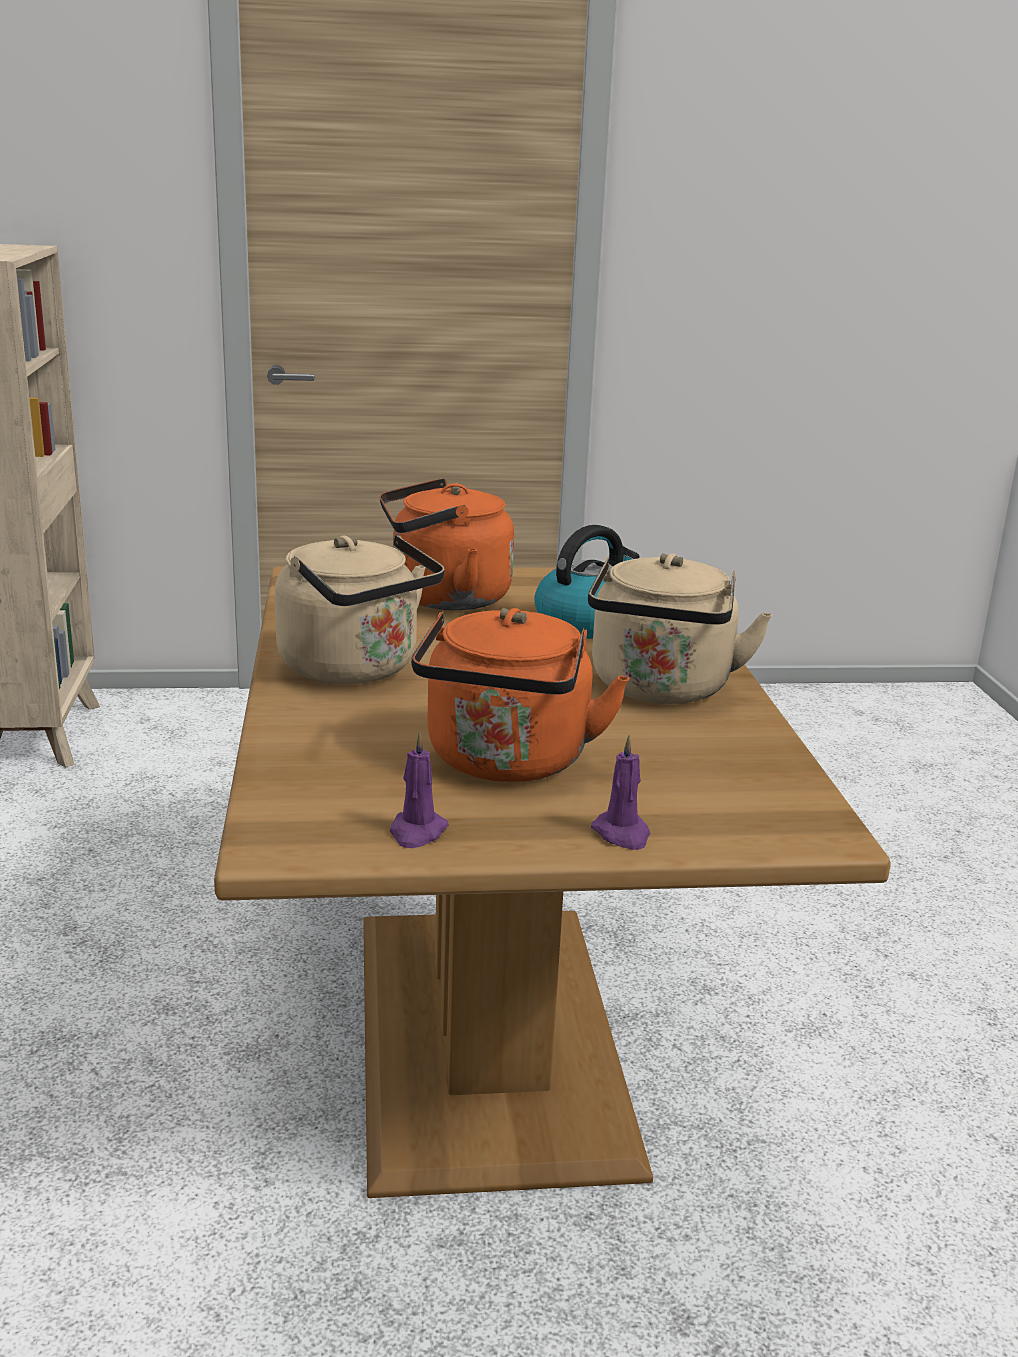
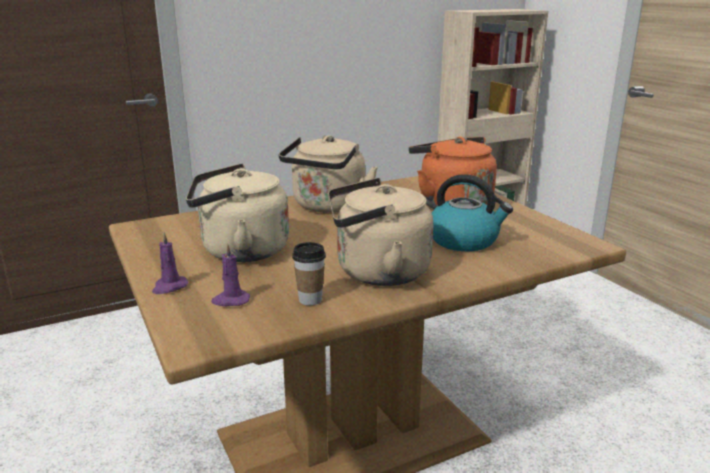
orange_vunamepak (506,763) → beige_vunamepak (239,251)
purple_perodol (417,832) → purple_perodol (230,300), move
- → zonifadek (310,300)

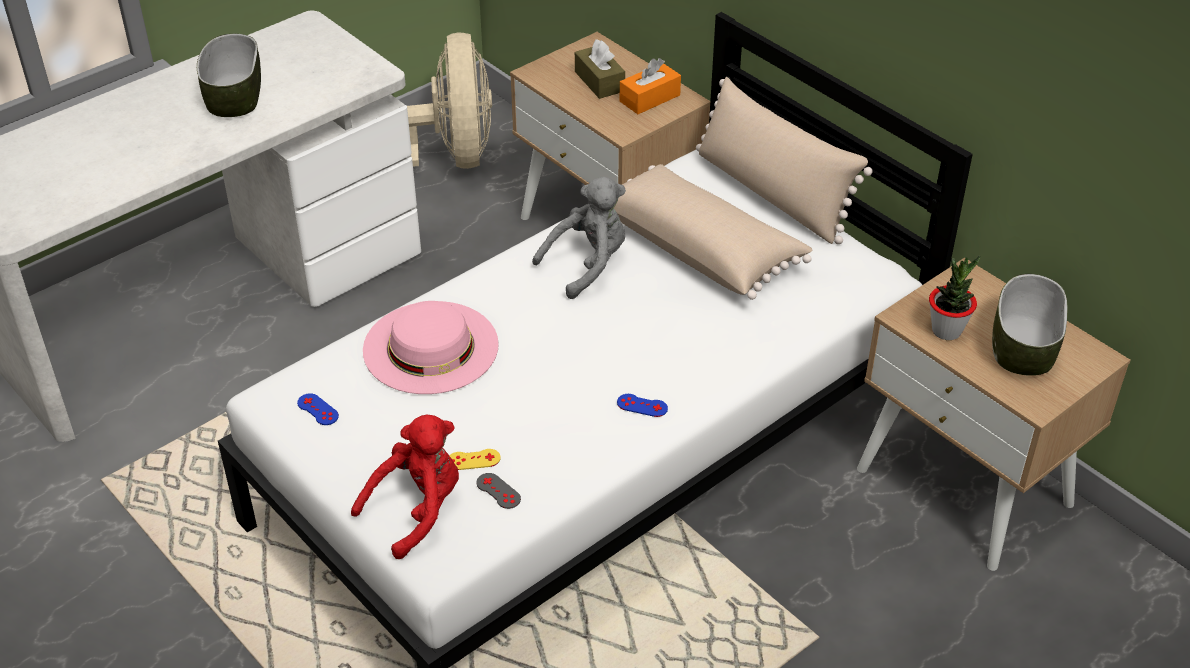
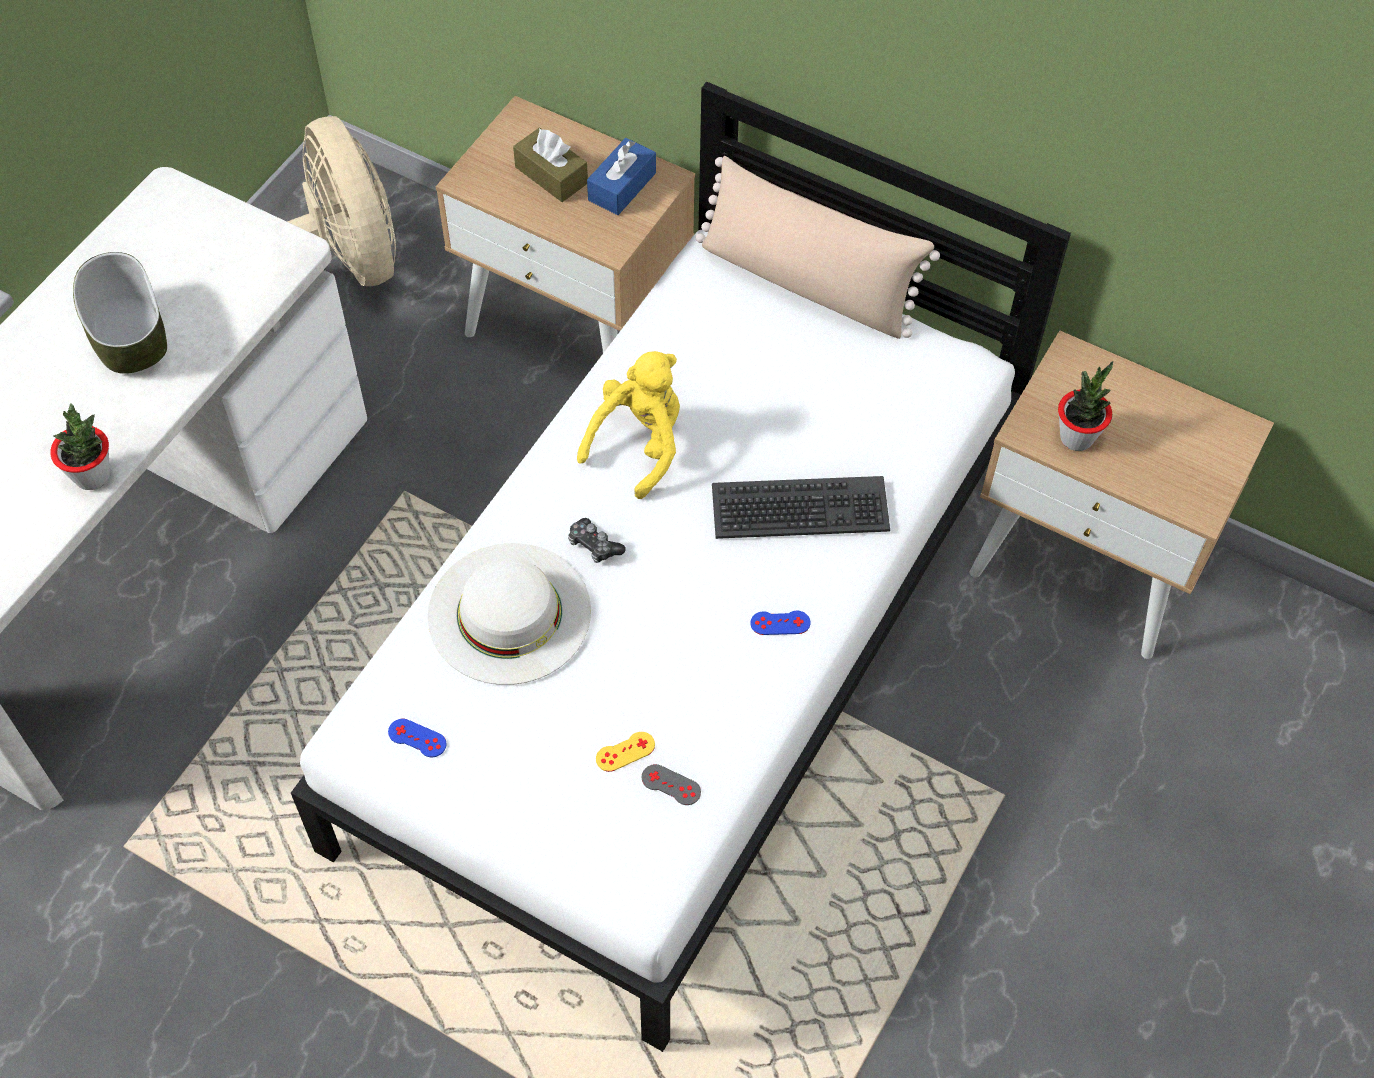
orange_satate (649,98) → blue_satate (622,186)
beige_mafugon (701,248) → -
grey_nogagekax (588,265) → yellow_nogagekax (639,444)
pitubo (1024,348) → -
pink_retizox (431,347) → white_retizox (509,613)
red_nogagekax (417,510) → -
- → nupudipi (92,476)
- → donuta (800,510)
- → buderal (594,545)

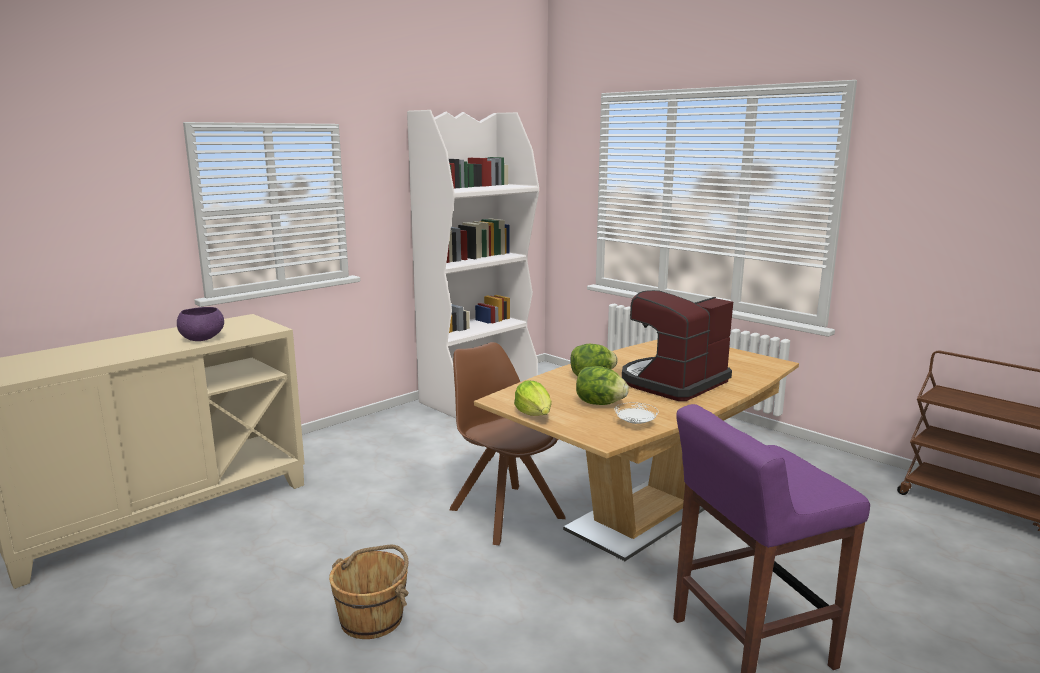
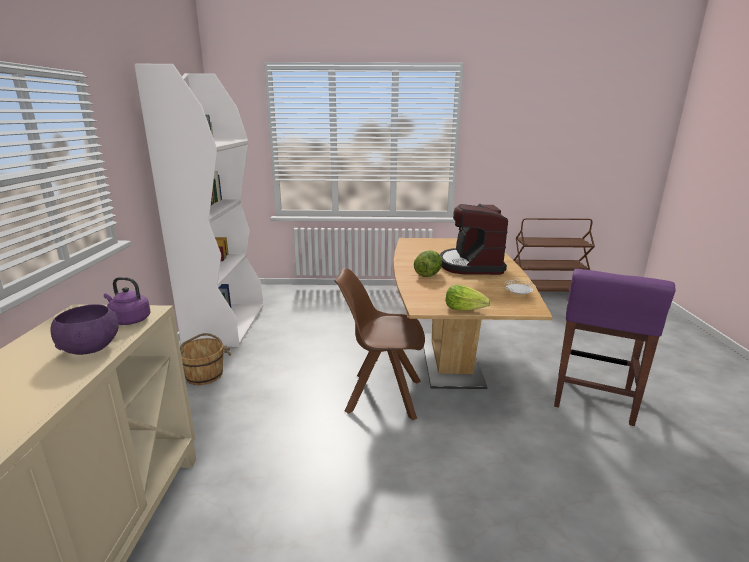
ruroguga (599,403) → -
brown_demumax (373,618) → brown_demumax (204,375), move
- → purple_vunamepak (129,320)

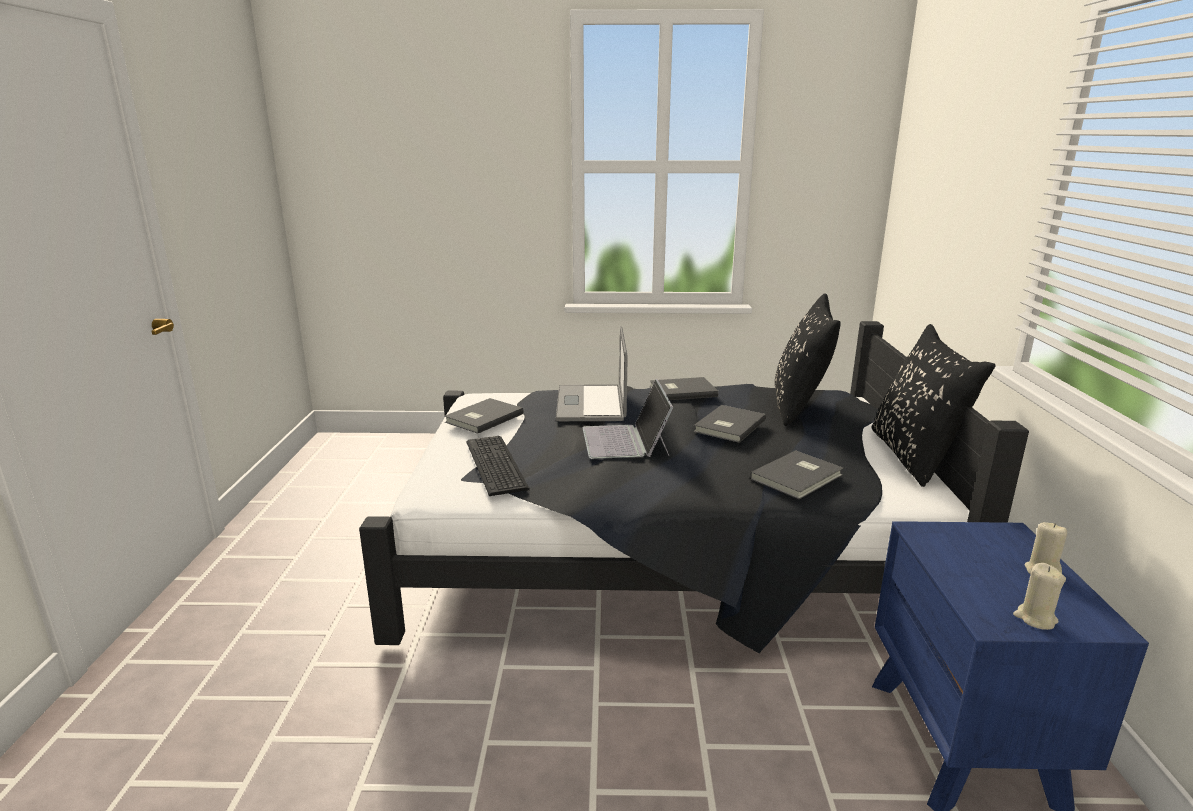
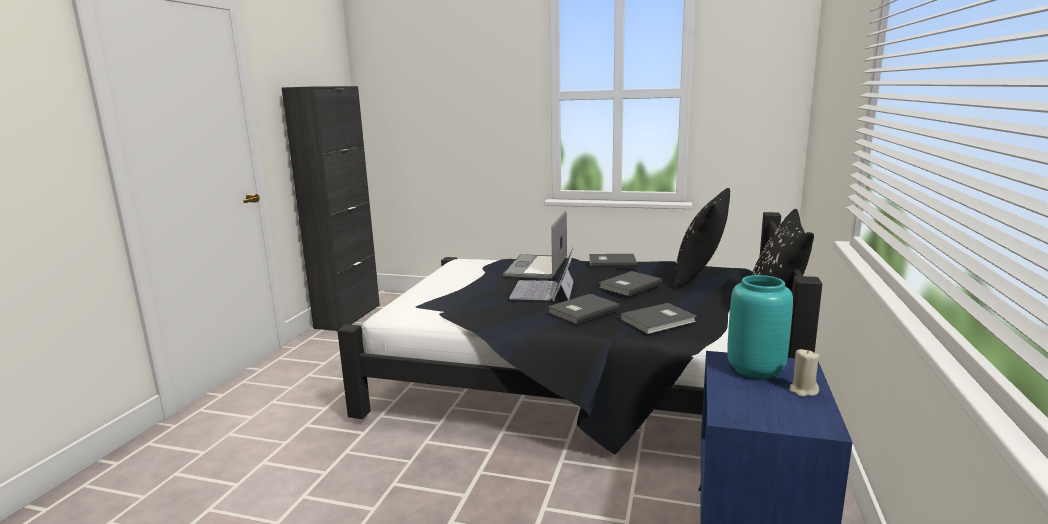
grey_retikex (482,418) → grey_retikex (581,311), move
donuta (493,465) → -
beige_perodol (1035,618) → -
- → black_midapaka (348,316)
- → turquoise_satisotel (756,369)

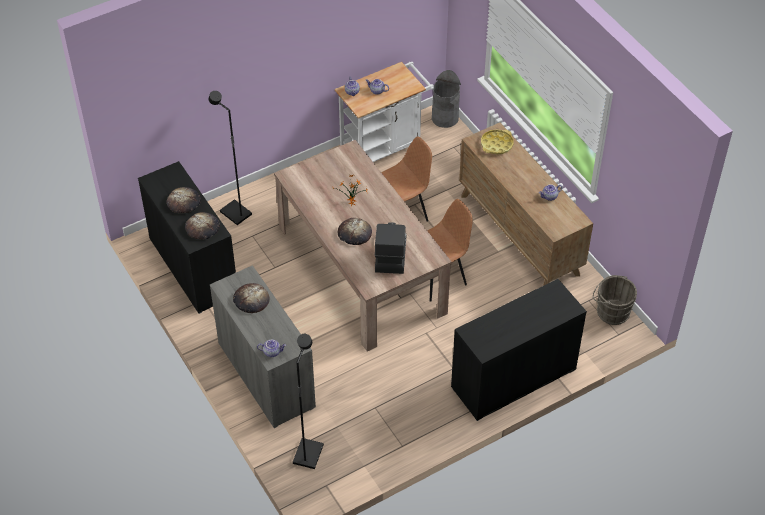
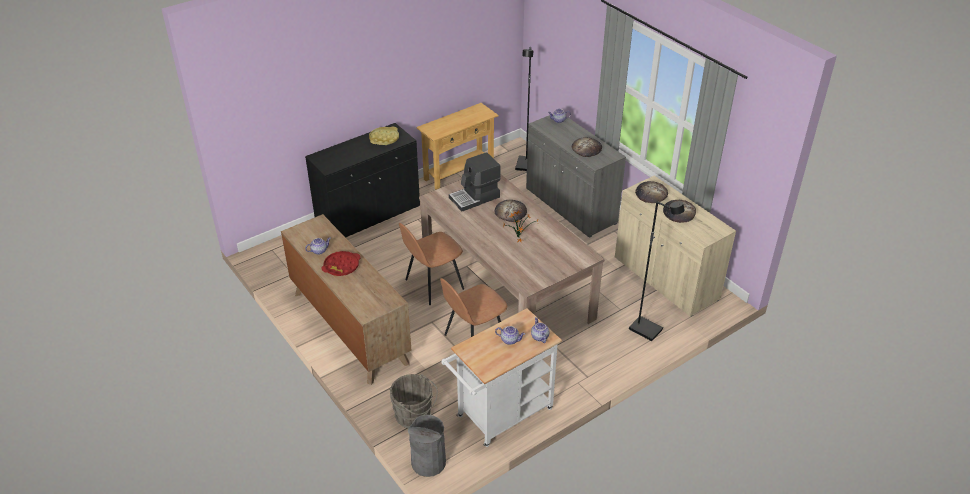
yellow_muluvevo (496,144) → yellow_muluvevo (384,138), move
black_midapaka (193,267) → beige_midapaka (665,279)
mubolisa (390,255) → mubolisa (475,198), 60 degrees clockwise
grey_demumax (611,311) → grey_demumax (415,416), move
- → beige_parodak (459,173)
- → red_muluvevo (341,266)

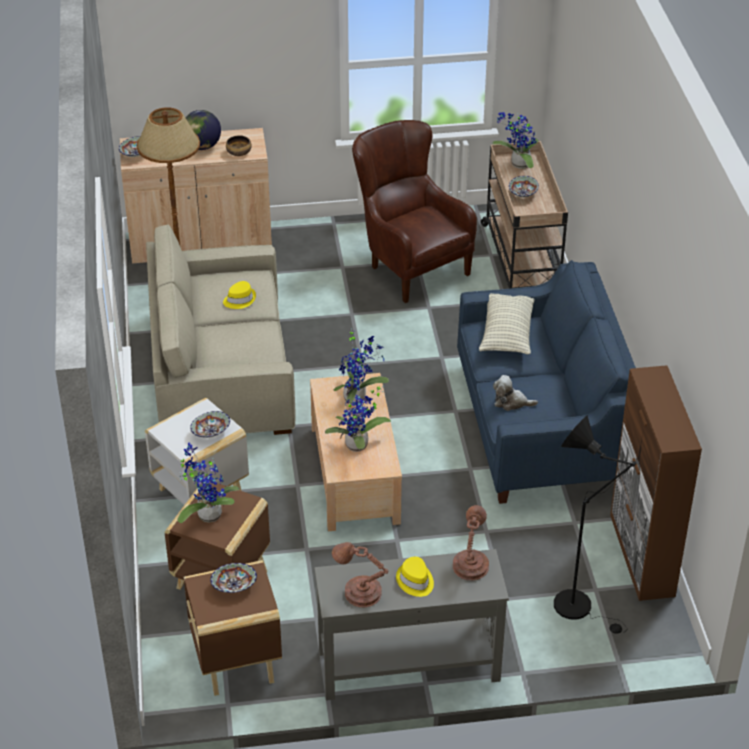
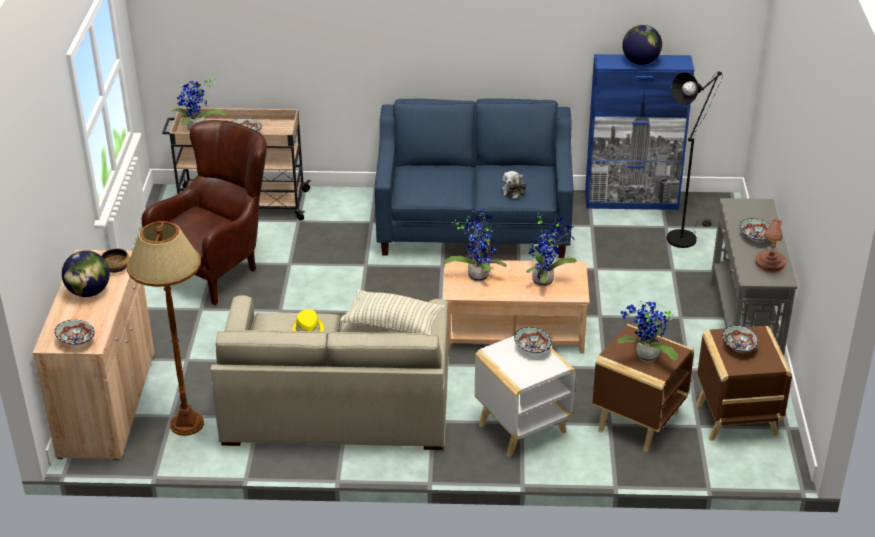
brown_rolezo (409,265) → brown_rolezo (218,267), 150 degrees clockwise
mafugon (506,333) → mafugon (393,324), move
brown_midapaka (641,555) → blue_midapaka (632,201)
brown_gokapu (471,564) → -
yellow_retizox (415,581) → pitubo (756,238)
- → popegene (640,62)

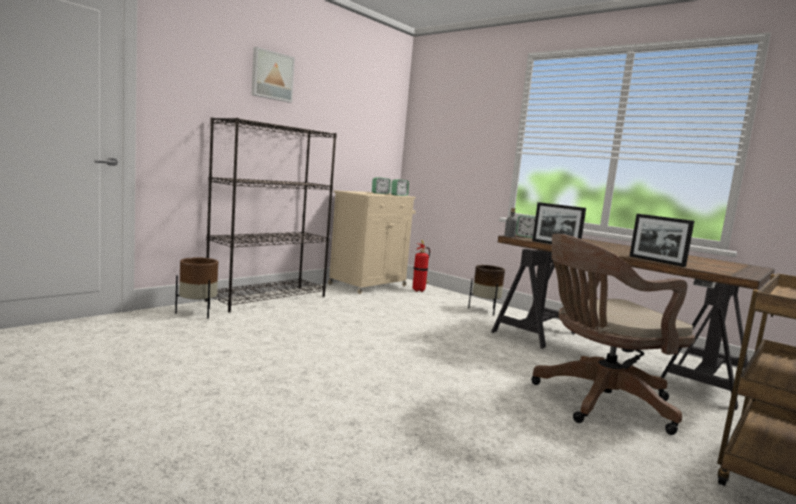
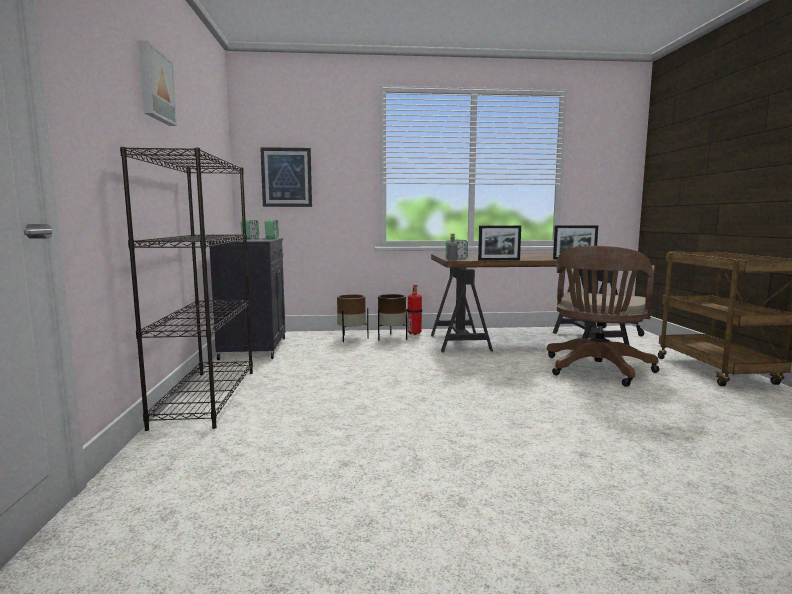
beige_midapaka (369,285) → black_midapaka (254,348)
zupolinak (419,290) → zupolinak (414,333), move
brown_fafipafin (198,313) → brown_fafipafin (351,338), move
- → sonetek (286,177)

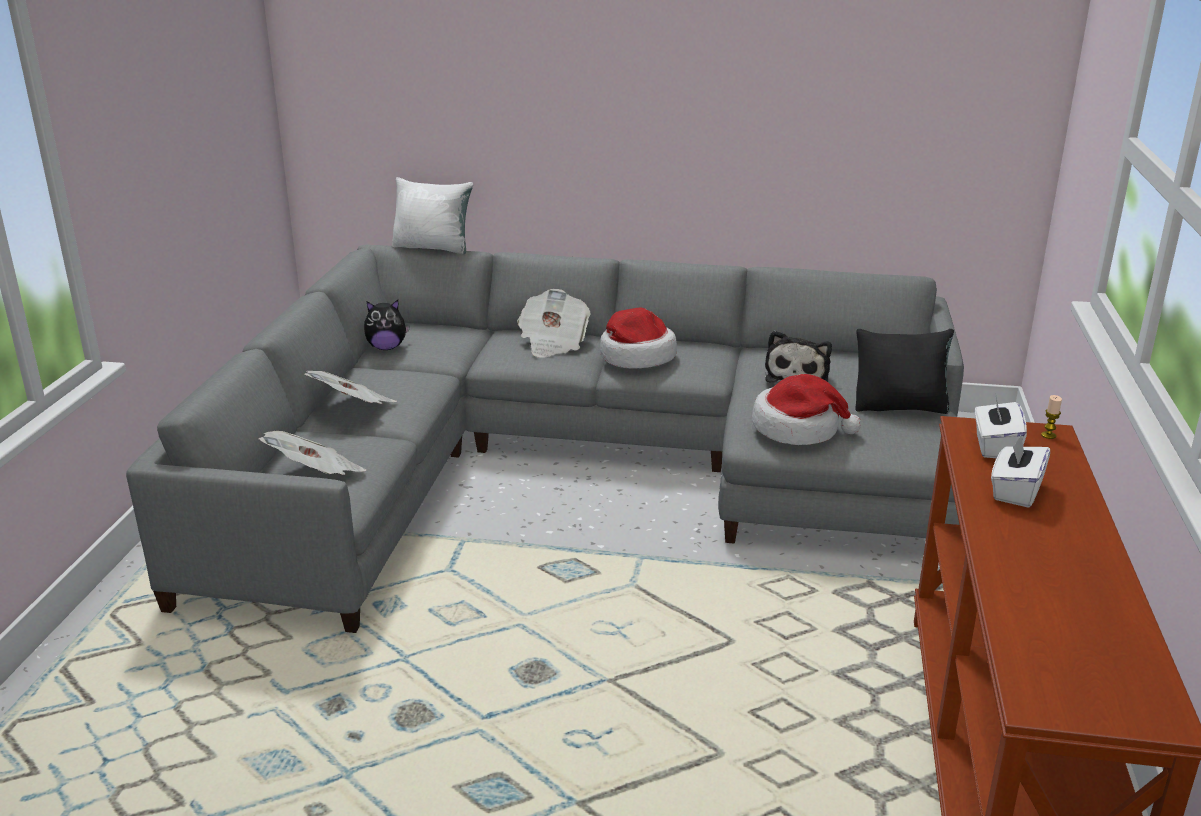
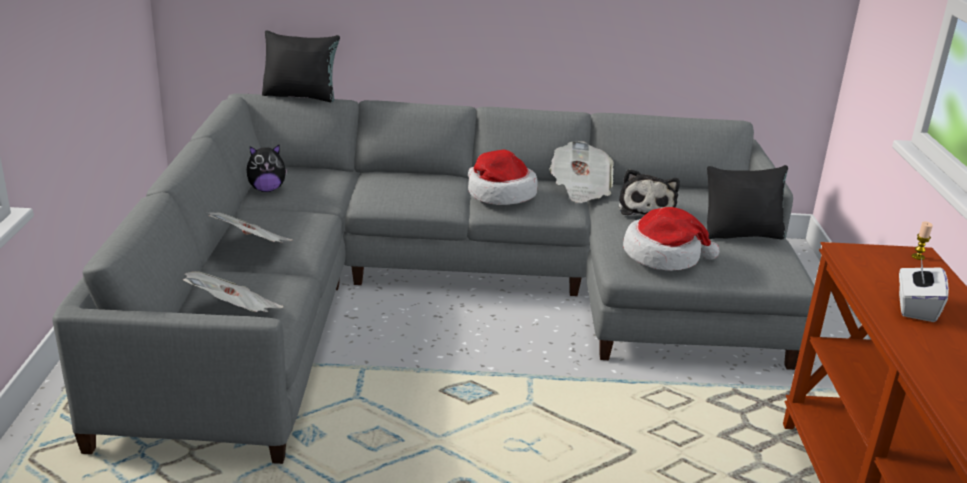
white_mafugon (433,247) → black_mafugon (301,96)
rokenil (553,343) → rokenil (580,189), move
white_satate (995,447) → -

